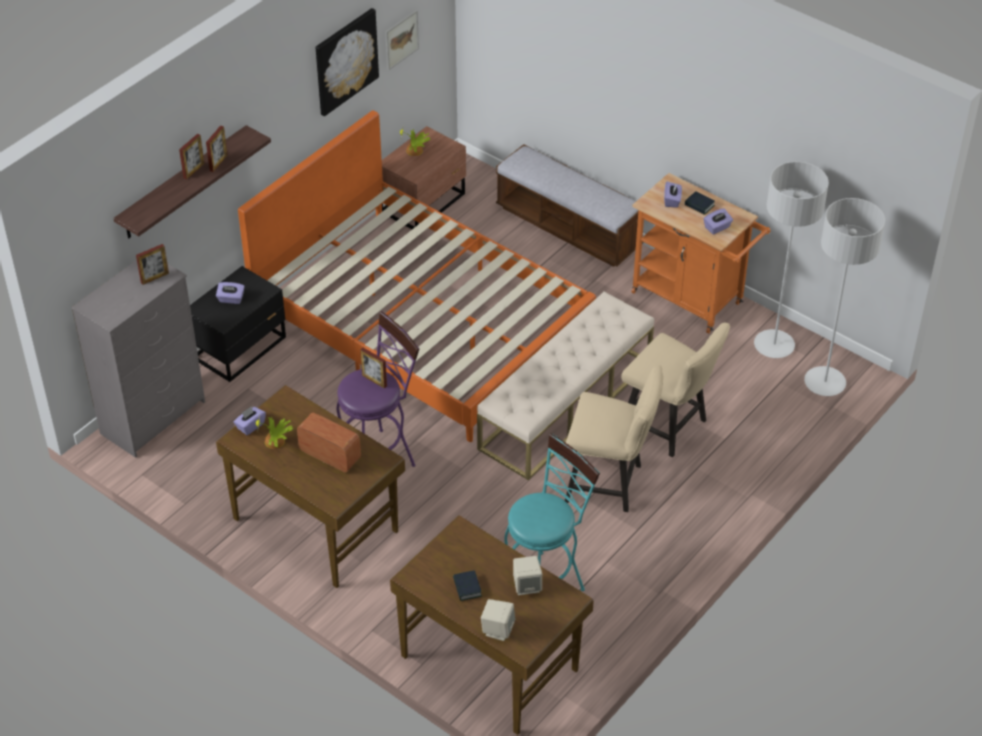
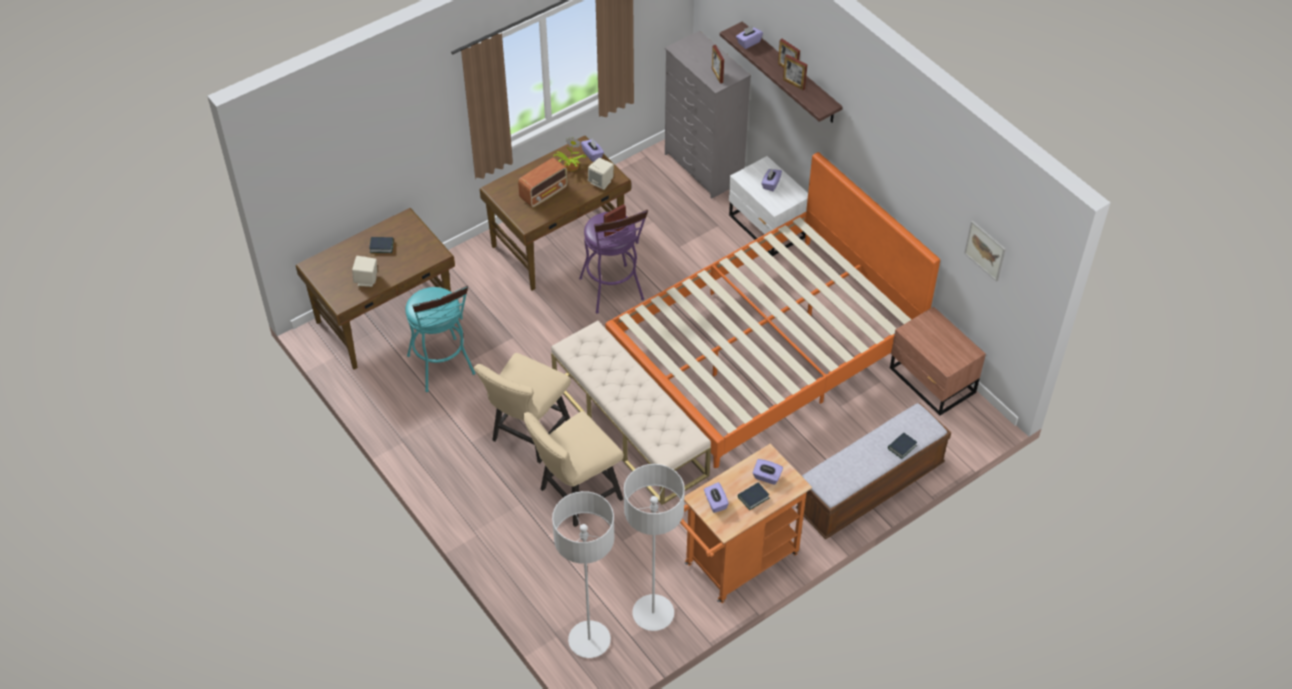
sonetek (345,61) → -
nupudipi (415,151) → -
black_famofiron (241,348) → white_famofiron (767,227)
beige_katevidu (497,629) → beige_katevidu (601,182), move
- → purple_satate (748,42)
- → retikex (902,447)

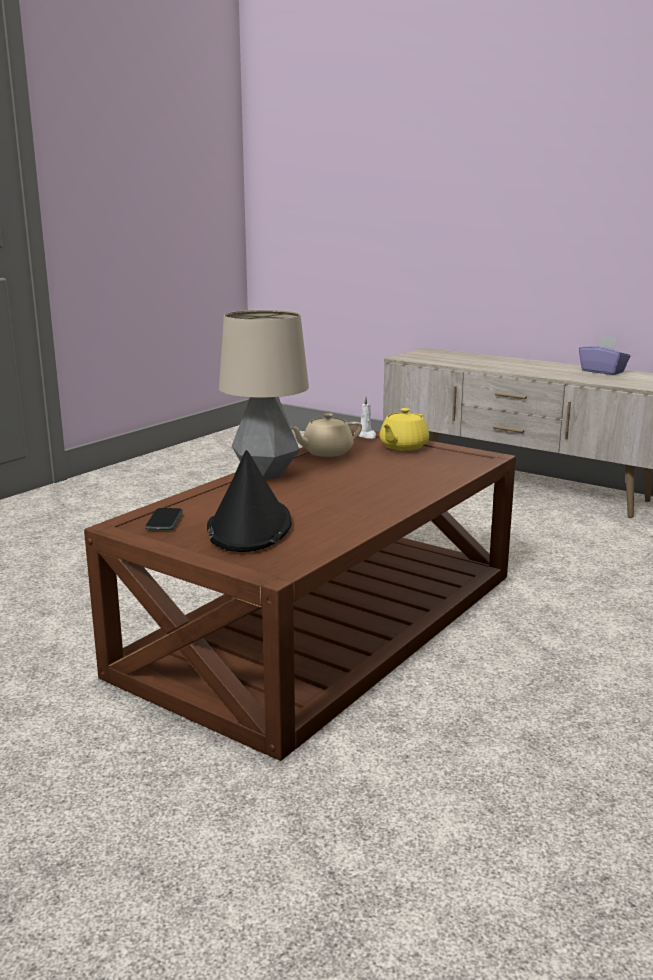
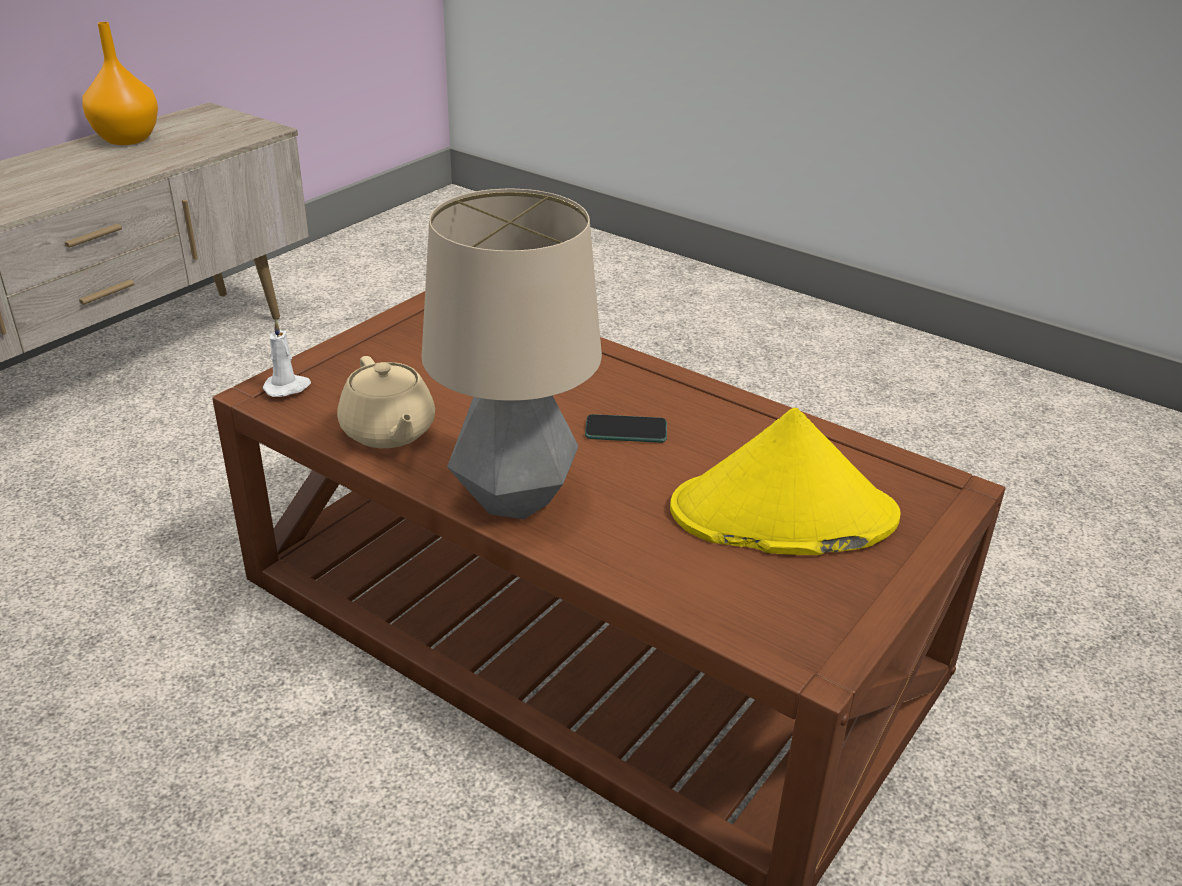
purple_satate (602,371) → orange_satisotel (126,139)
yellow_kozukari (403,446) → -
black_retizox (249,527) → yellow_retizox (782,515)
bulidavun (164,520) → bulidavun (626,430), move

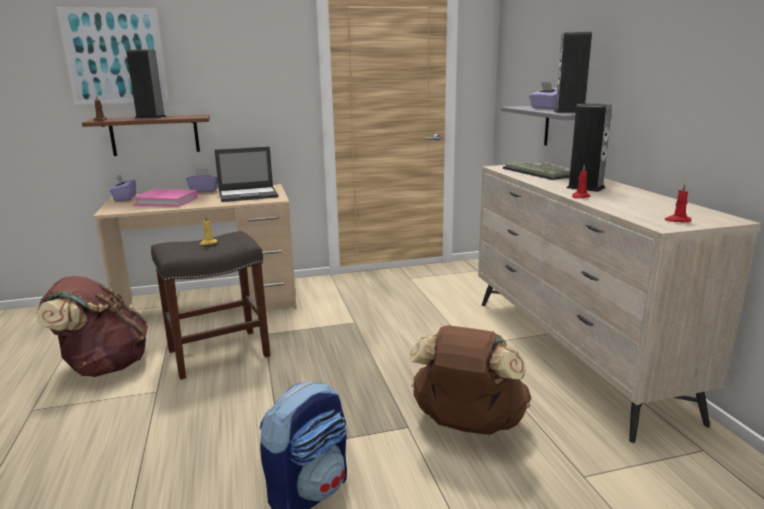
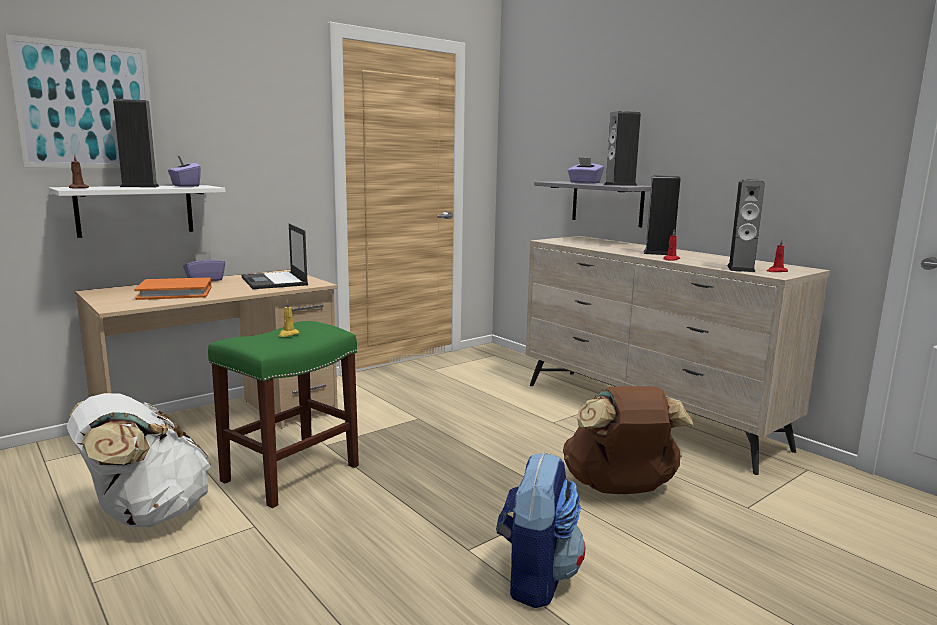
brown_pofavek (155,135) → white_pofavek (135,210)
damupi (249,195) → damupi (274,281), 105 degrees clockwise
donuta (537,172) → -
purple_satate (125,198) → purple_satate (185,186), move
pink_retikex (166,201) → orange_retikex (175,293)
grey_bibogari (217,354) → green_bibogari (290,474)
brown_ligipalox (104,367) → white_ligipalox (146,514)
- → katevidu (741,268)

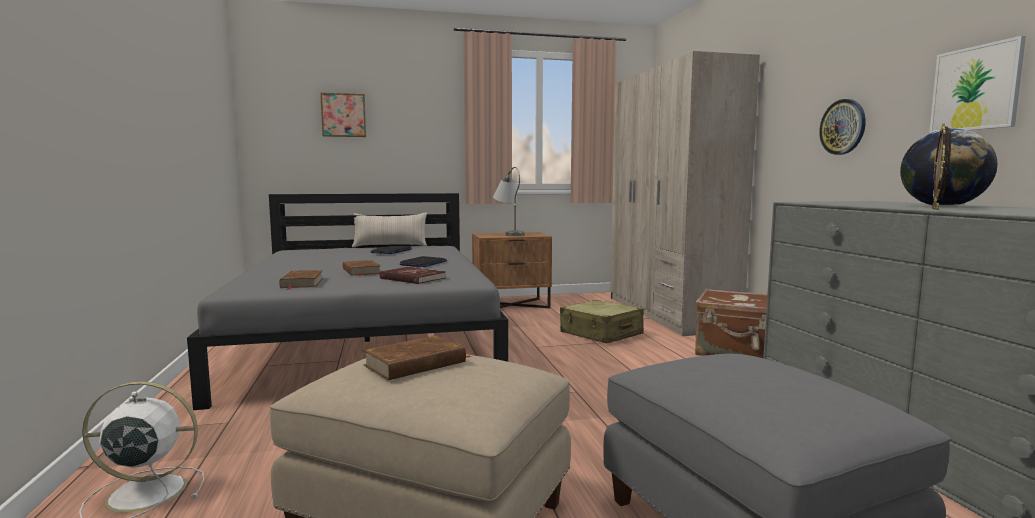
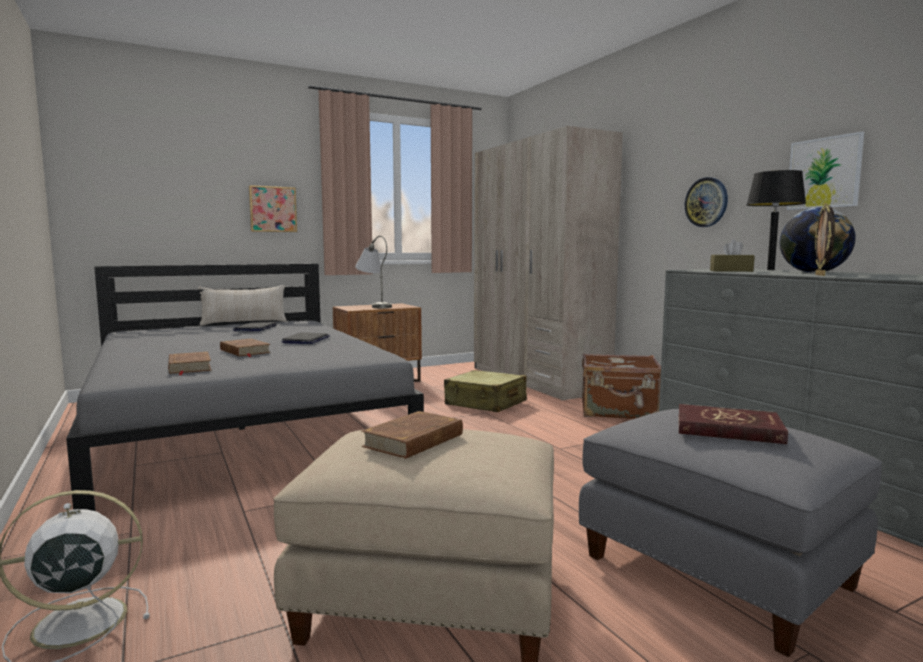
sonetek (343,115) → sonetek (272,209), move
red_retikex (412,278) → red_retikex (728,429), move
- → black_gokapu (770,270)
- → brown_satate (731,271)

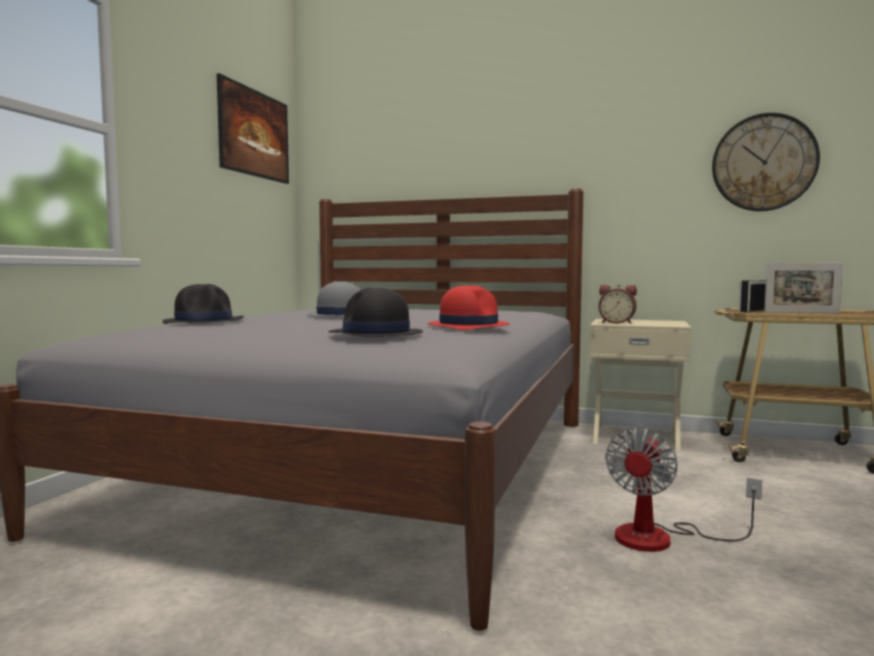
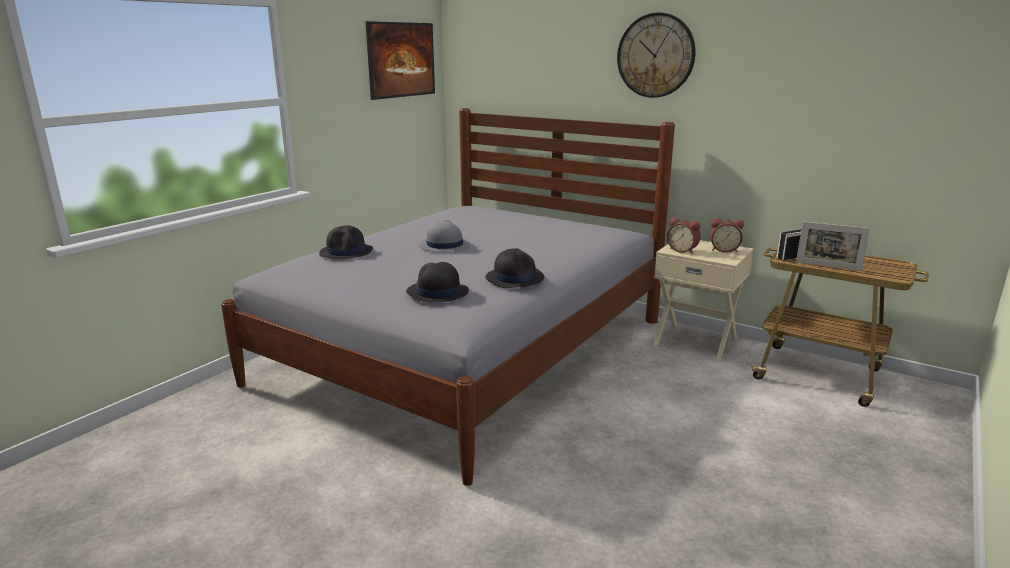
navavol (763,163) → navavol (655,55), move
red_retizox (468,326) → black_retizox (515,278)
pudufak (662,538) → -
- → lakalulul (723,250)

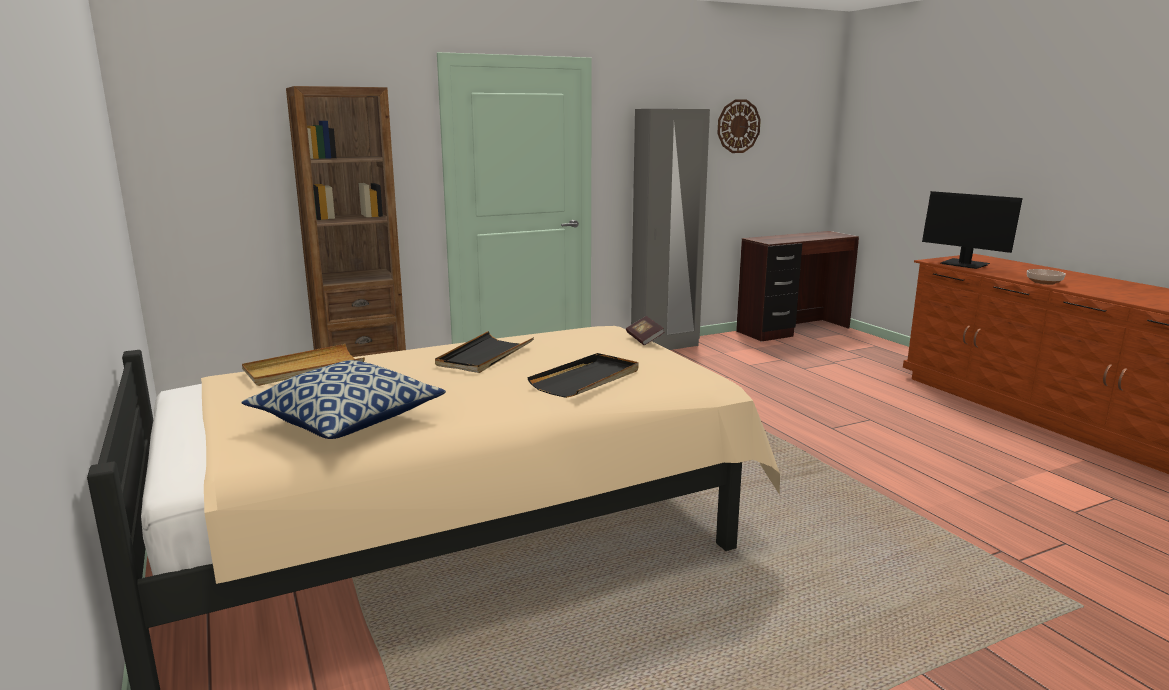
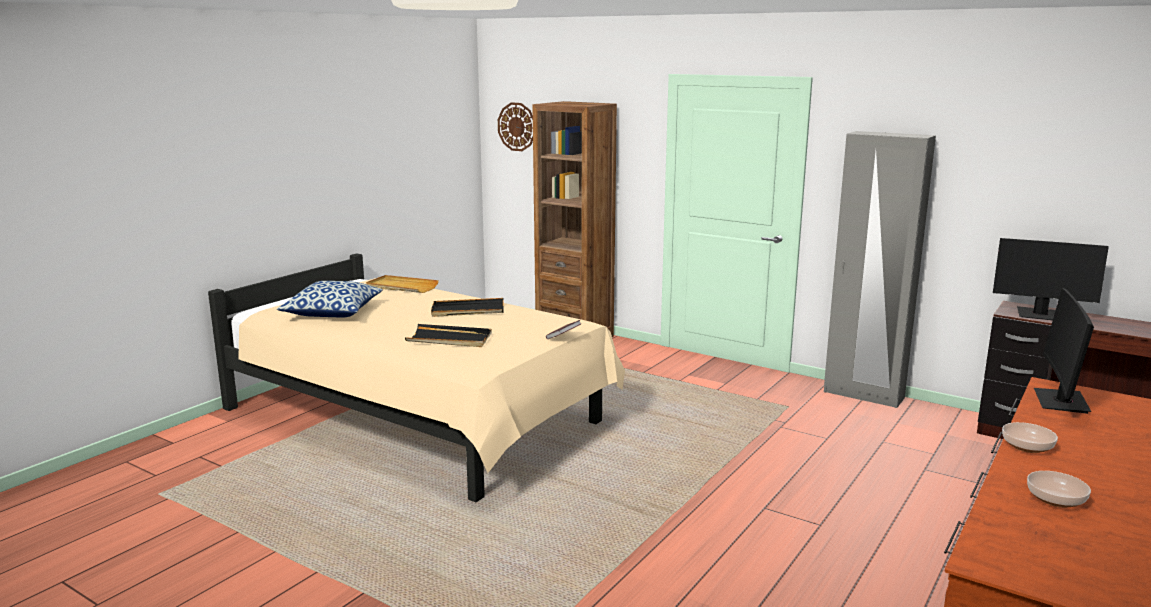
navavol (738,126) → navavol (517,126), move
- → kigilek (1040,315)
- → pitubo (1055,499)

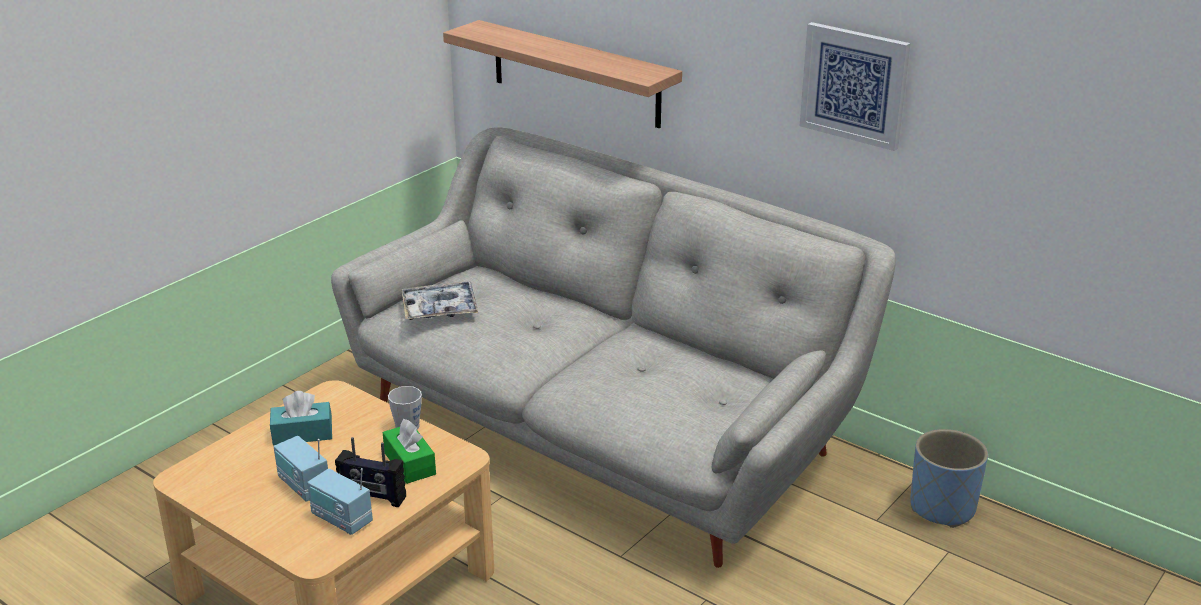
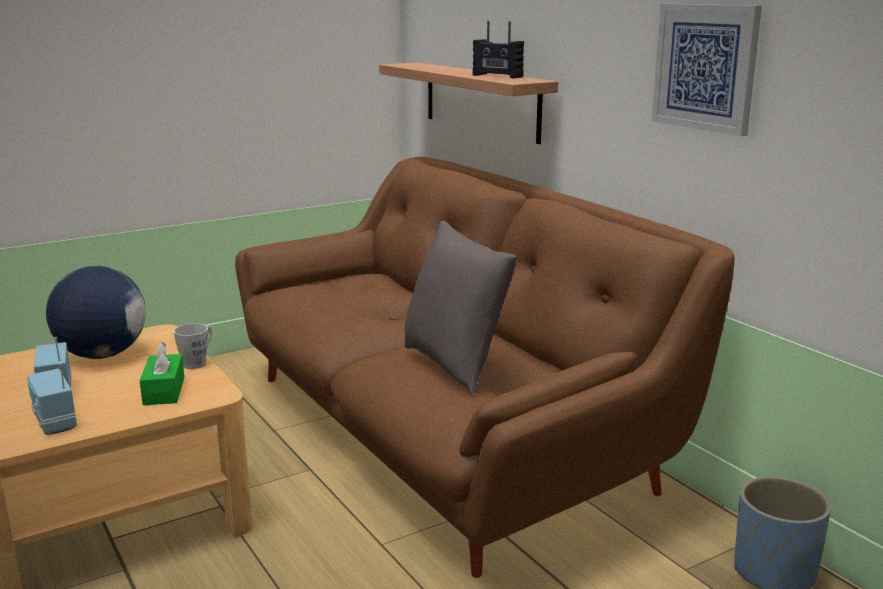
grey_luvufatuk (601,432) → brown_luvufatuk (442,435)
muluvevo (440,309) → -
turquoise_satate (302,434) → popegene (102,355)
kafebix (372,497) → kafebix (497,76), move
- → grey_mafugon (455,365)

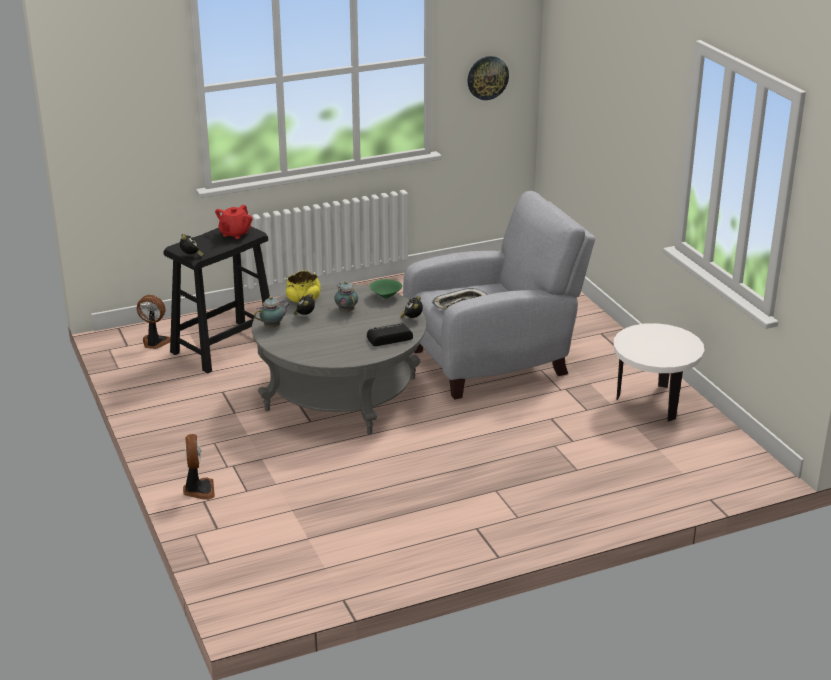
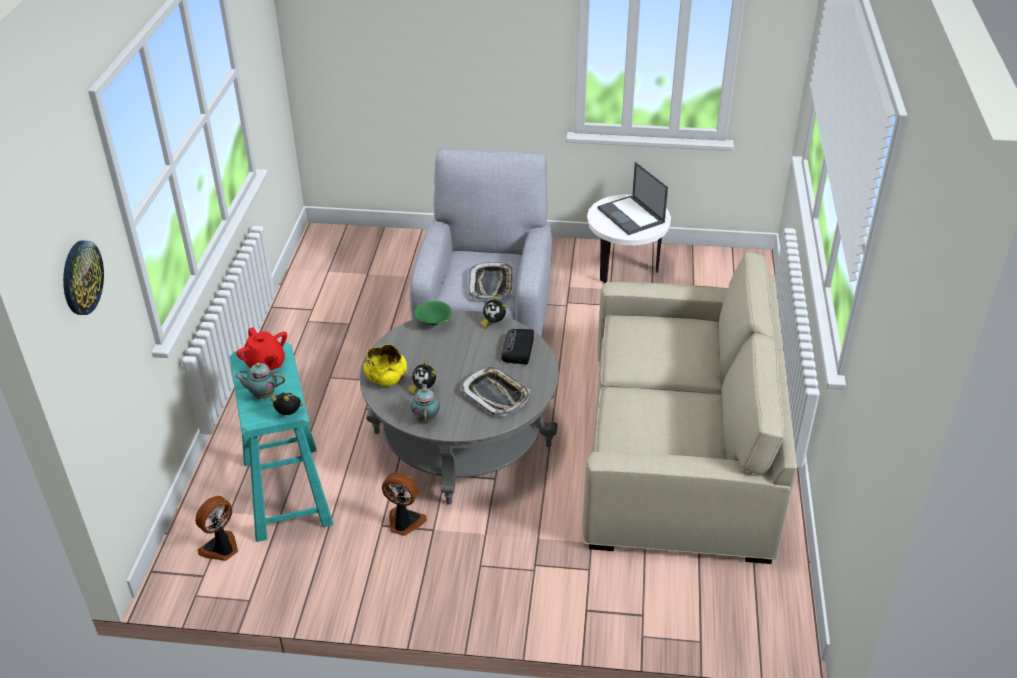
navavol (487,77) → navavol (81,277), move
black_bibogari (225,346) → turquoise_bibogari (287,492)
kozukari (346,310) → kozukari (262,395), move
pudufak (198,490) → pudufak (404,522), move
- → damupi (631,216)
- → beige_luvufatuk (680,452)
- → muluvevo (495,395)

